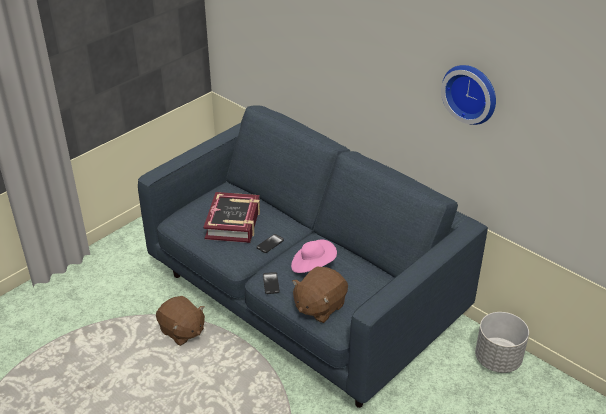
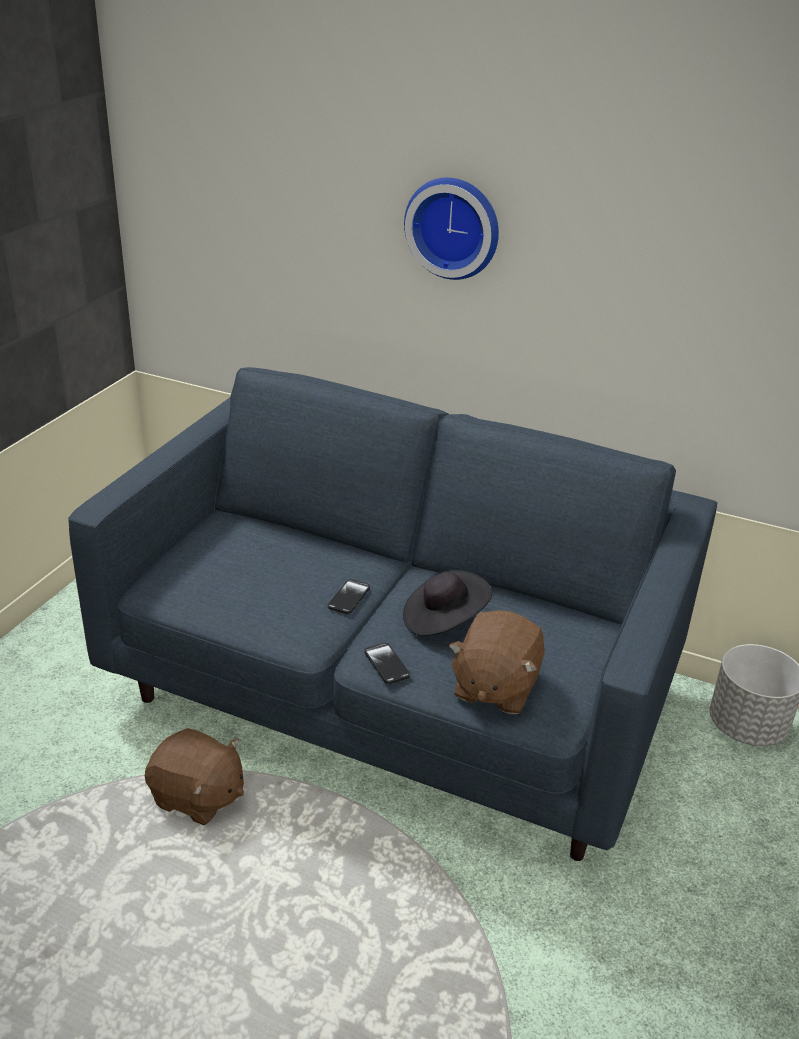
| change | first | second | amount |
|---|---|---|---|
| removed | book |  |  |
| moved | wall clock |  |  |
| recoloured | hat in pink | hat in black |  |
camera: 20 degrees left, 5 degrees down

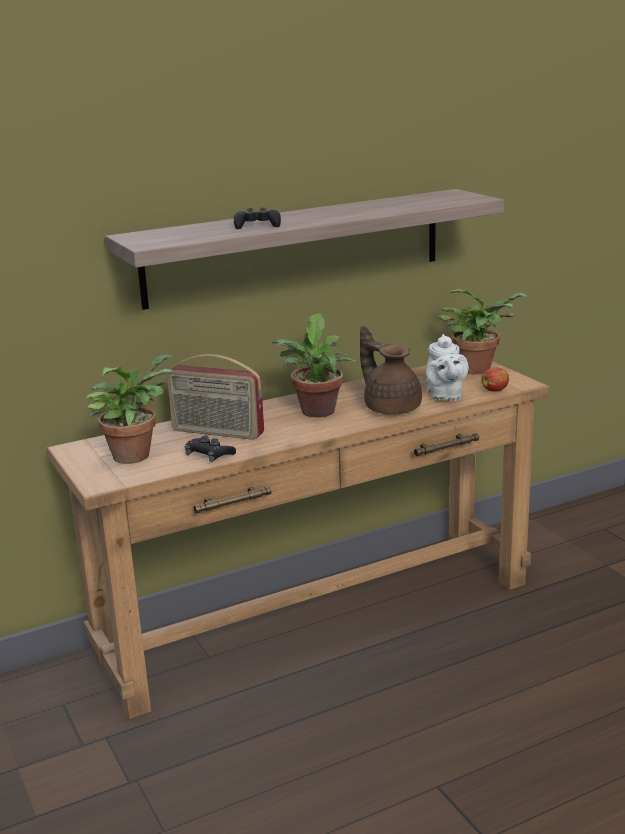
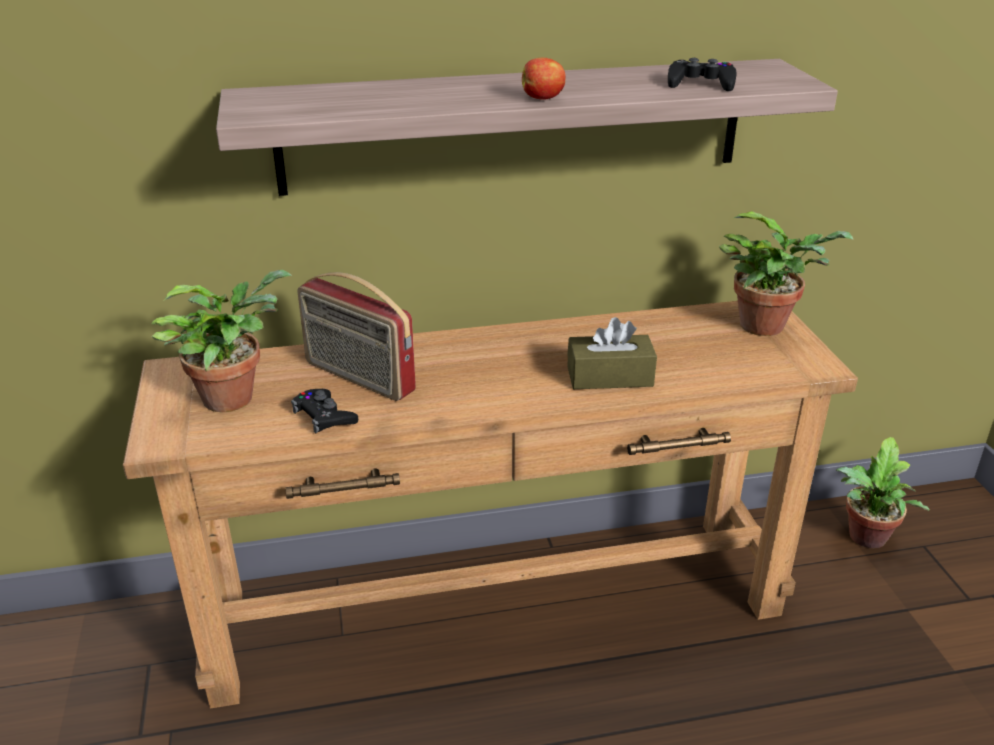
| change | first | second | amount |
|---|---|---|---|
| removed | teapot in white |  |  |
| moved | game controller in black (2nd from left) |  |  |
| moved | potted plant (2nd from left in the first image) | potted plant (3rd from left) |  |
| moved | apple |  |  |
| replaced | teapot in brown | tissue box in brown |  |
camera: 15 degrees right, 10 degrees up

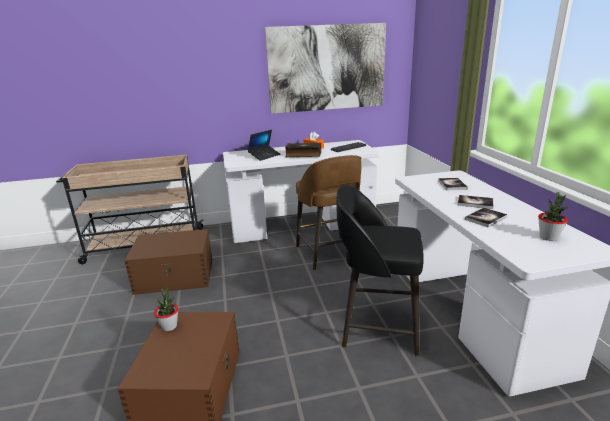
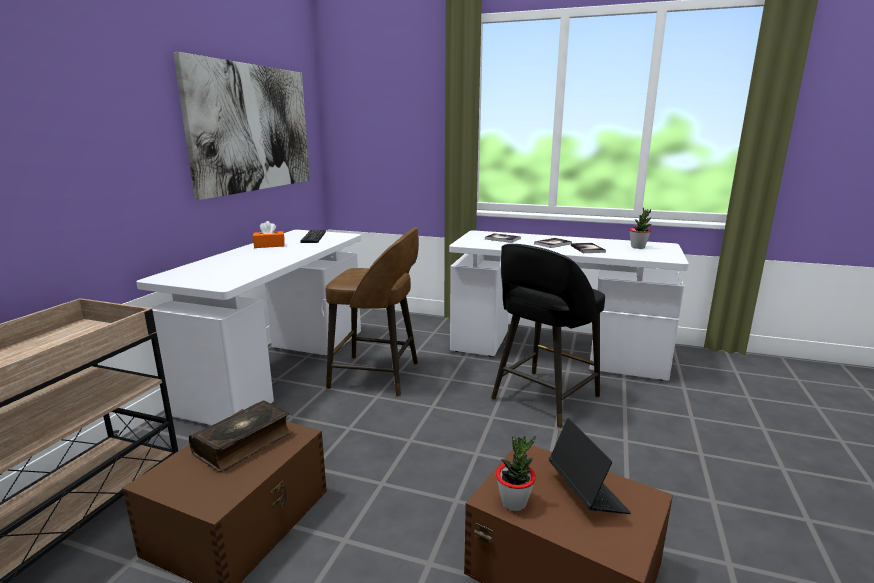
| change | first | second | amount |
|---|---|---|---|
| moved | laptop |  |  |
| moved | book (1st from left) |  |  |
camera: 60 degrees left, 5 degrees down

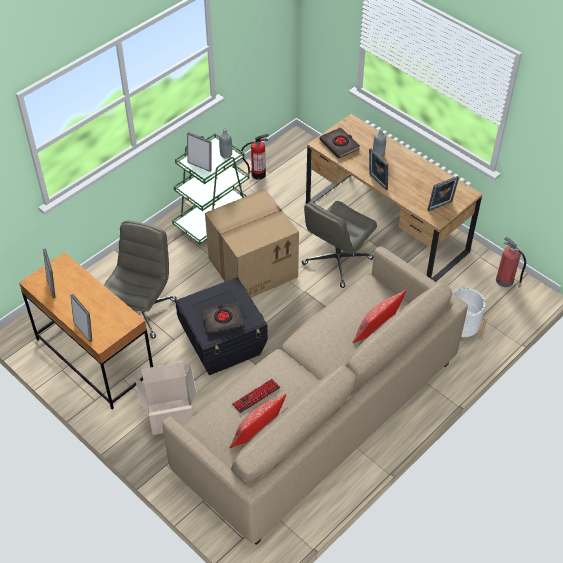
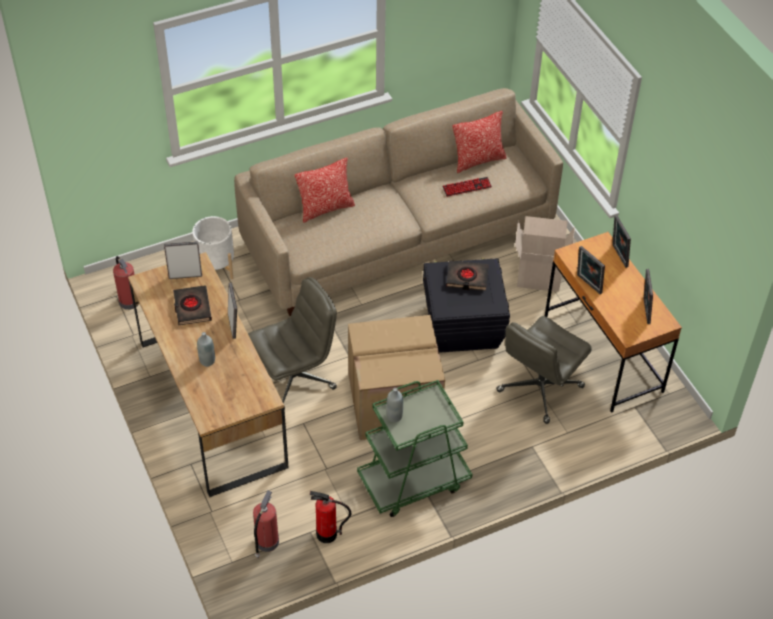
| change | first | second | amount |
|---|---|---|---|
| added |  | fire extinguisher (2nd from left) |  |
| moved | picture frame (3rd from left) |  |  |
| moved | book in black (2nd from left in the first image) | book in black (1st from left) |  |
camera: 160 degrees left, 0 degrees up

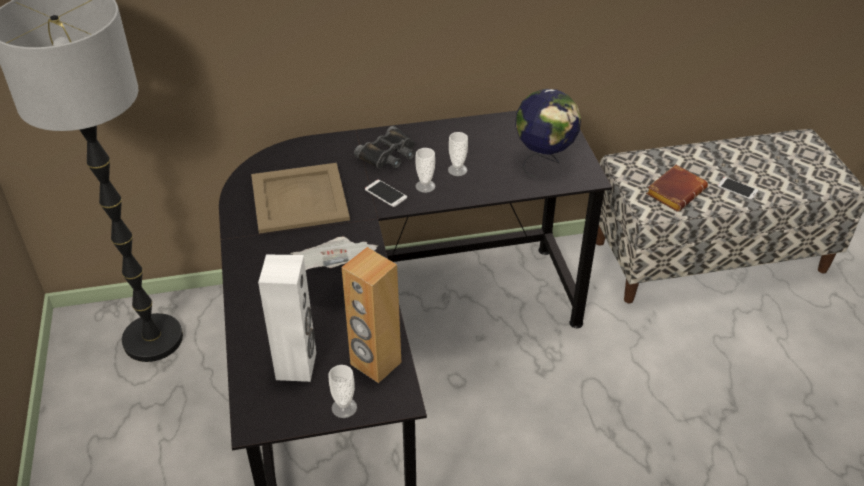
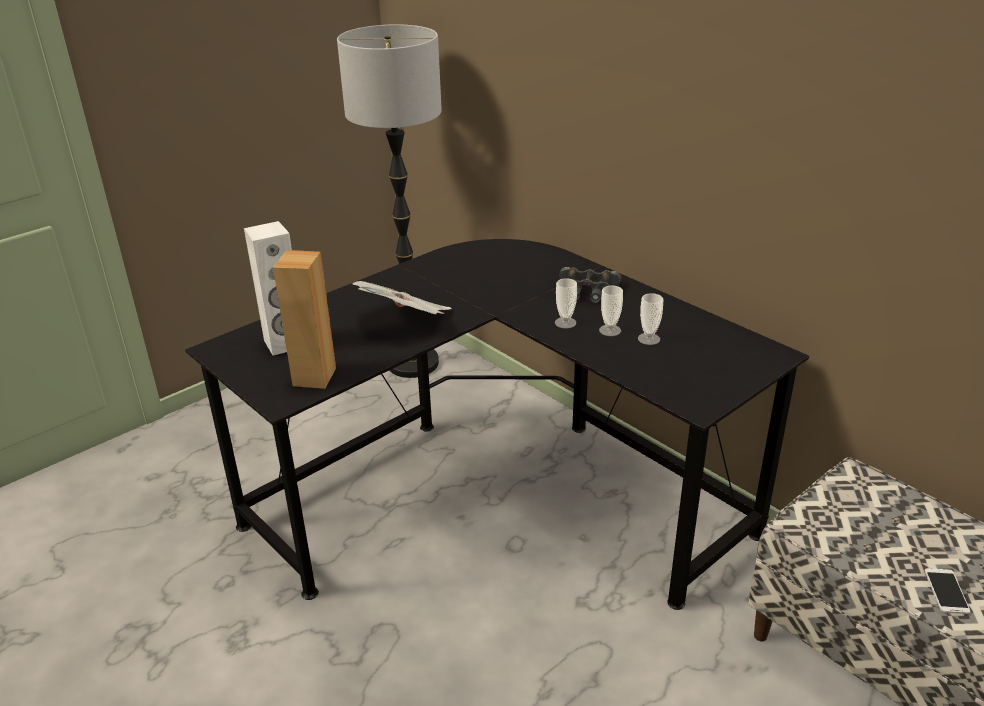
| change | first | second | amount |
|---|---|---|---|
| removed | tray in beige |  |  |
| removed | phone (1st from left) |  |  |
| removed | globe |  |  |
| removed | book in brown |  |  |
| moved | cup (1st from left in the first image) | cup (3rd from left) |  |
camera: 60 degrees right, 10 degrees down

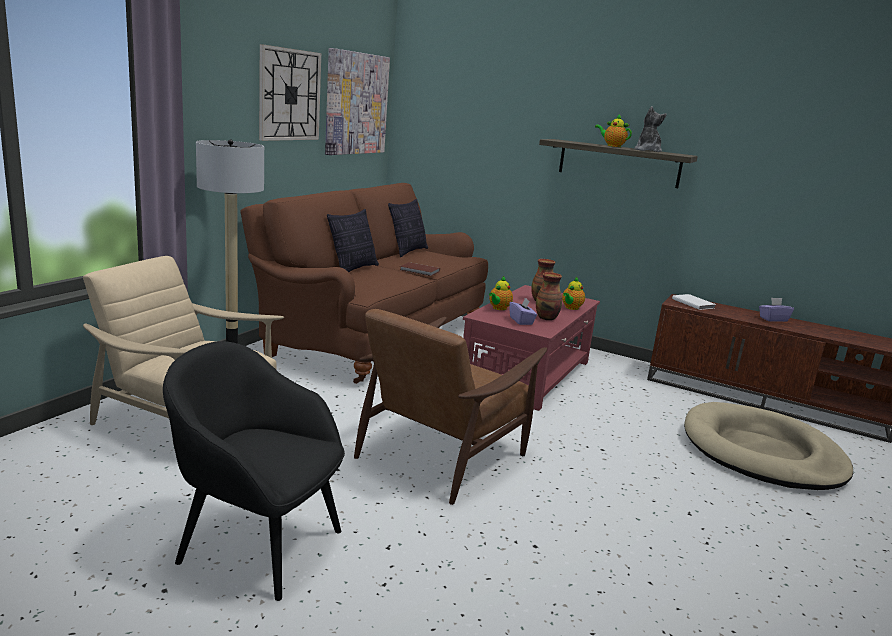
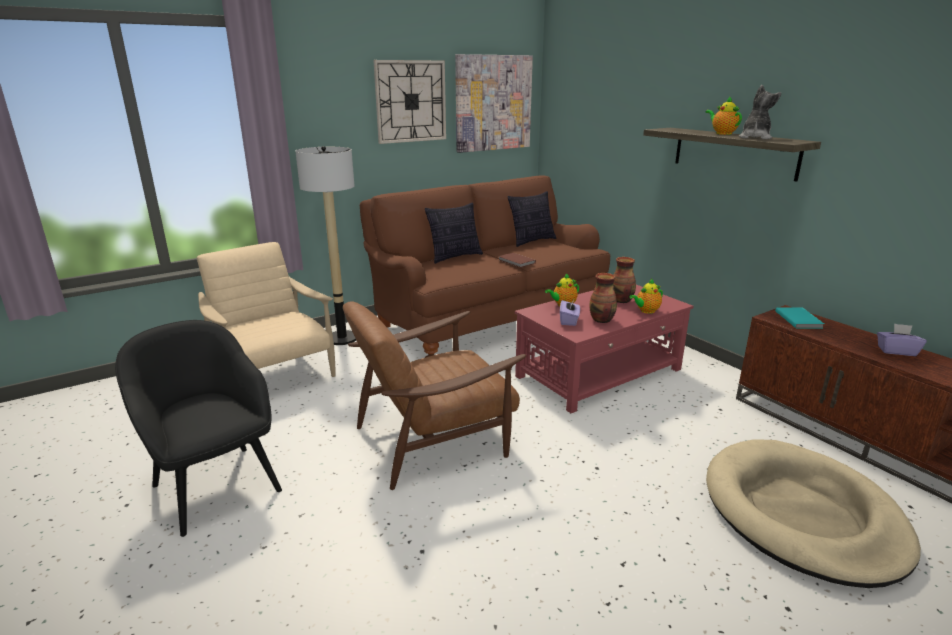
| change | first | second | amount |
|---|---|---|---|
| recoloured | book in white | book in turquoise |  |
camera: 30 degrees right, 5 degrees up

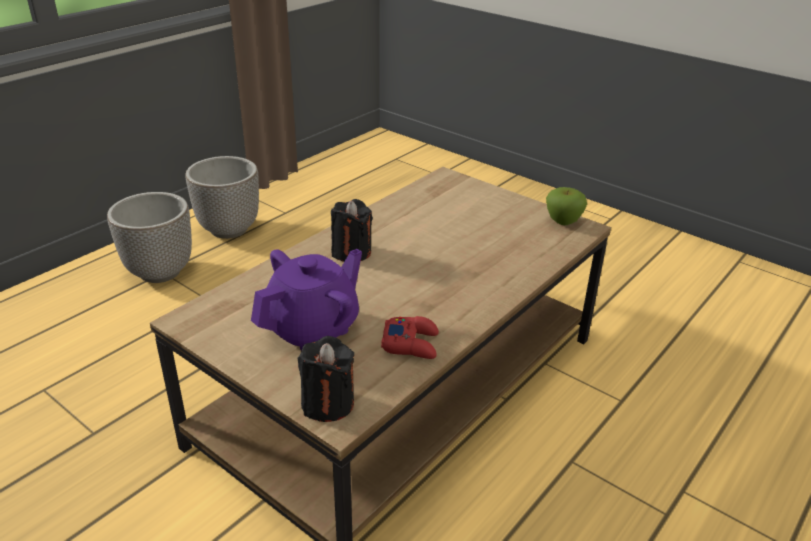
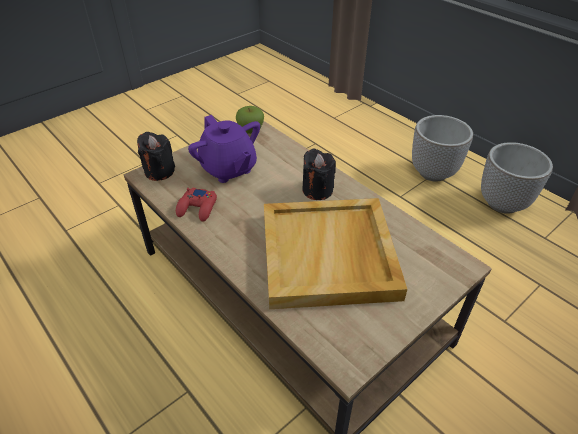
| change | first | second | amount |
|---|---|---|---|
| added |  | tray in beige |  |
| moved | apple |  |  |
camera: 100 degrees right, 10 degrees up

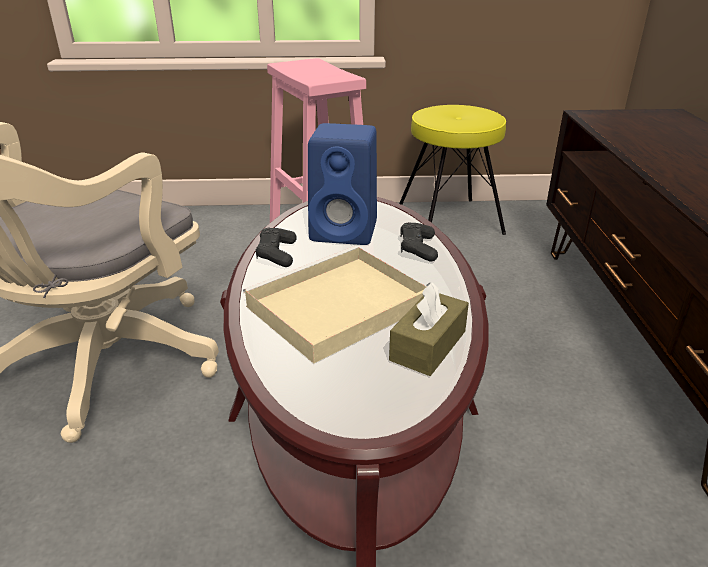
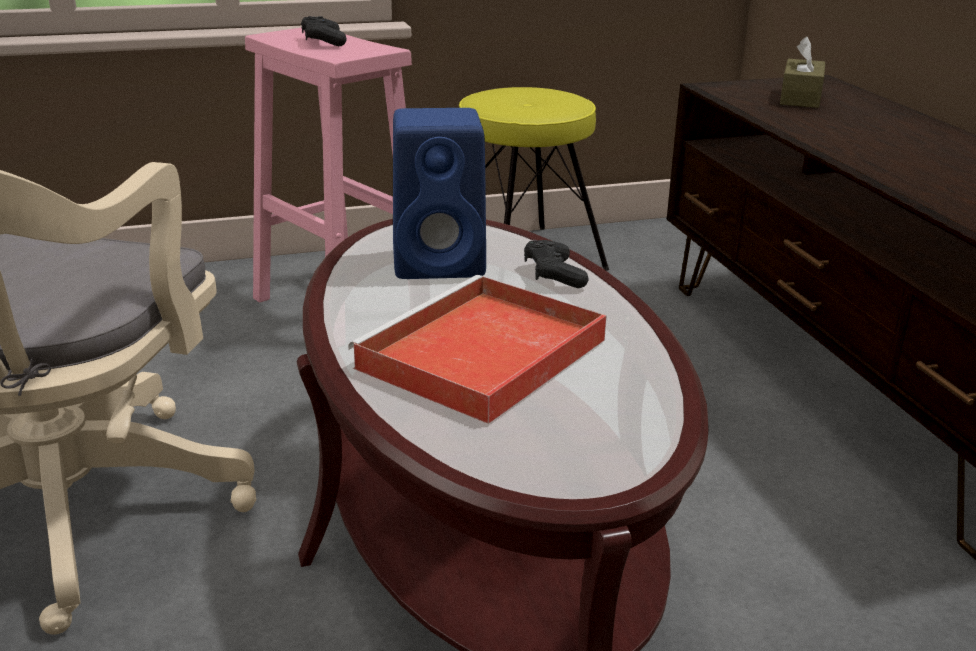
| change | first | second | amount |
|---|---|---|---|
| moved | game controller in black (1st from left) |  |  |
| moved | tissue box in brown |  |  |
| recoloured | tray in beige | tray in red |  |
camera: 15 degrees left, 5 degrees down

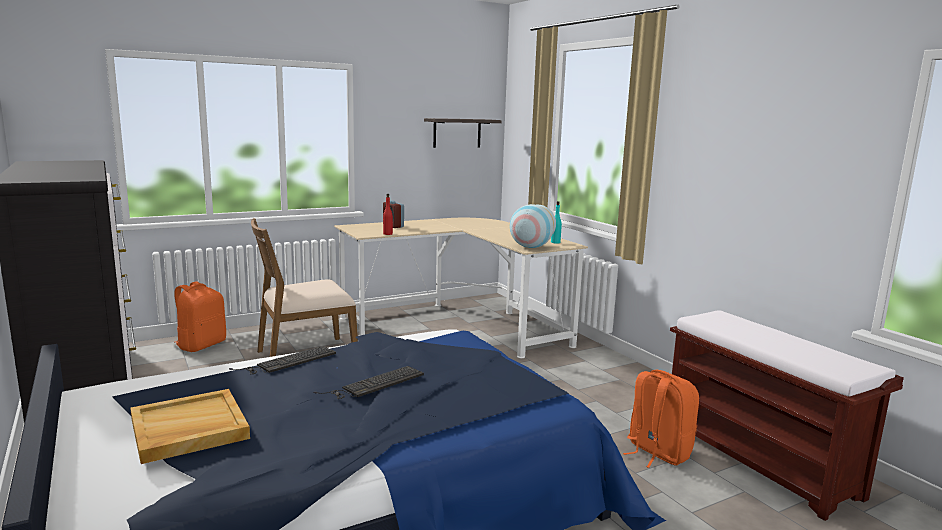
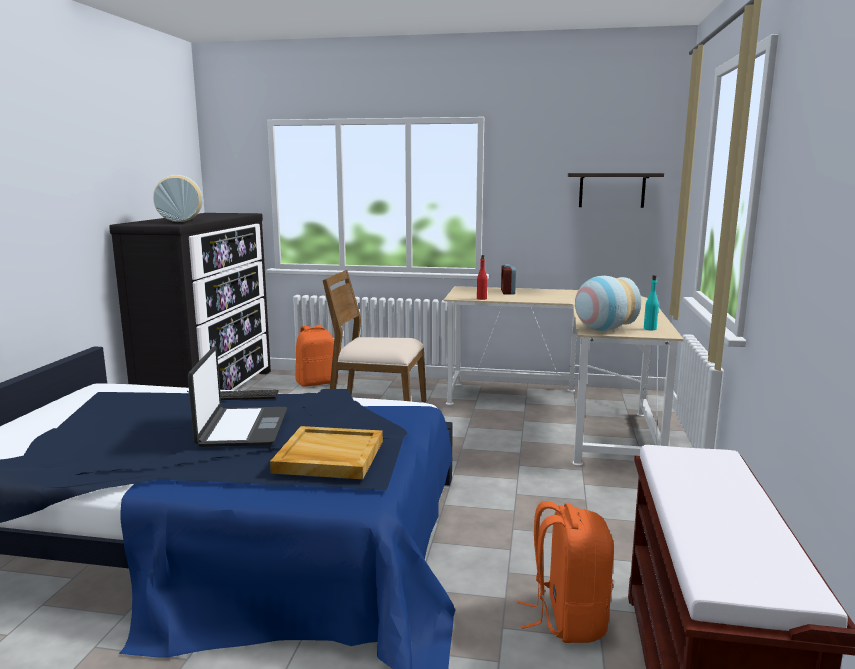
| change | first | second | amount |
|---|---|---|---|
| added |  | vase (1st from left) |  |
| moved | tray in beige |  |  |
| replaced | keyboard (2nd from left) | laptop |  |
camera: 40 degrees right, 0 degrees up

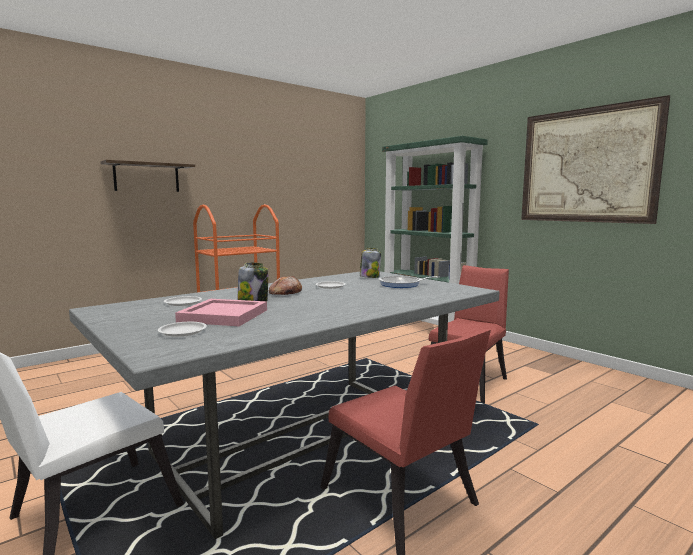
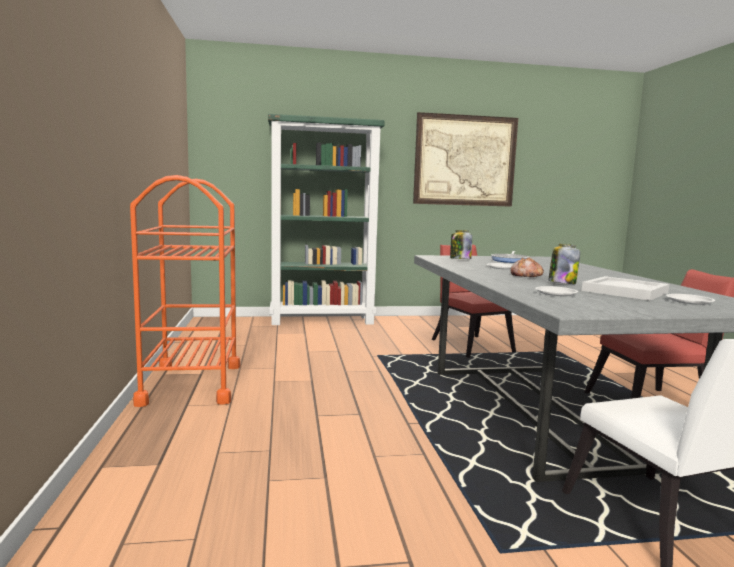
| change | first | second | amount |
|---|---|---|---|
| removed | shelf |  |  |
| recoloured | tray in pink | tray in white |  |
camera: 60 degrees left, 0 degrees up

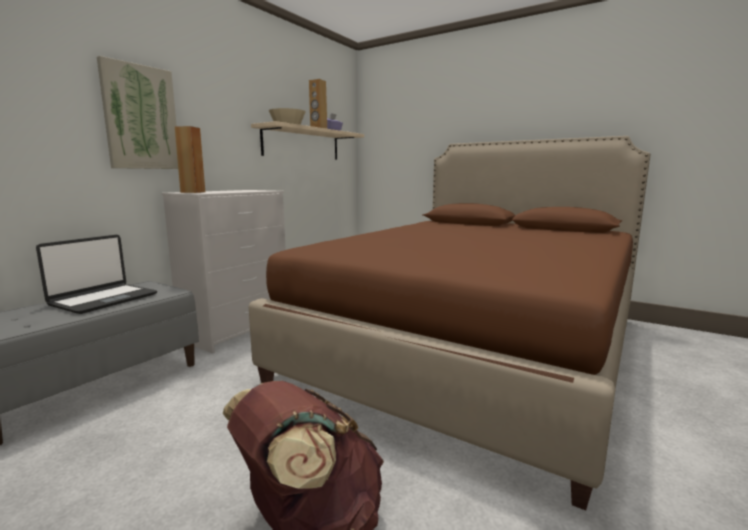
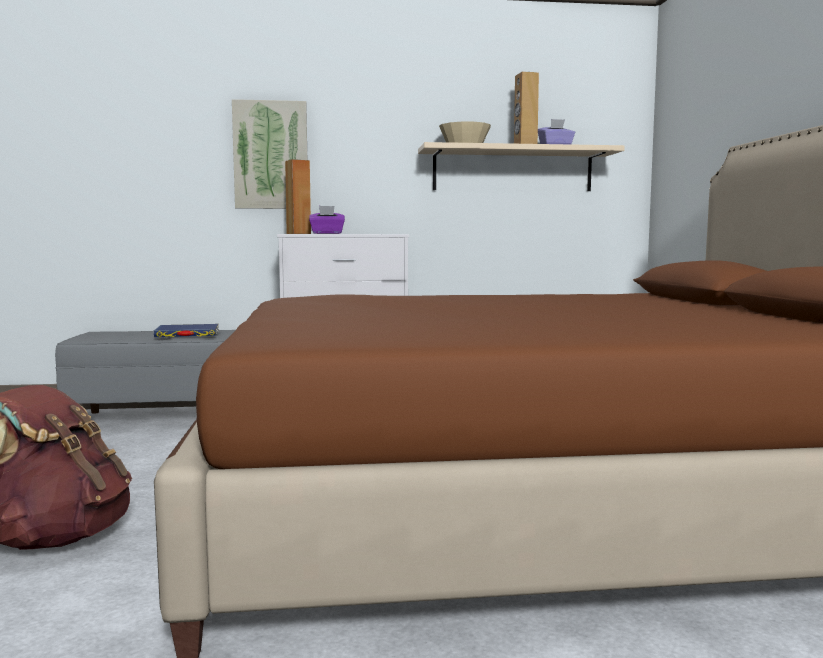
| change | first | second | amount |
|---|---|---|---|
| added |  | tissue box in purple (1st from left) |  |
| replaced | laptop | book in blue |  |
camera: 50 degrees right, 5 degrees down

